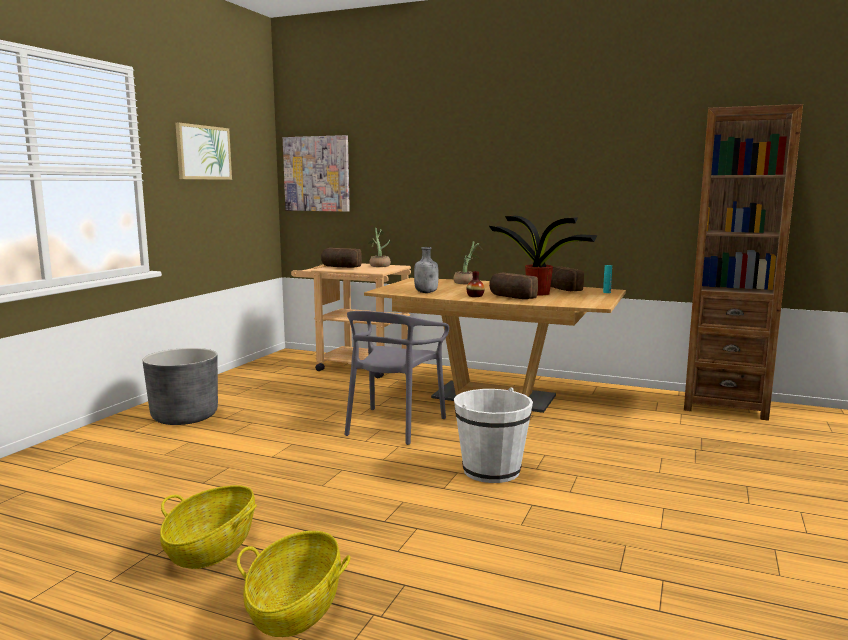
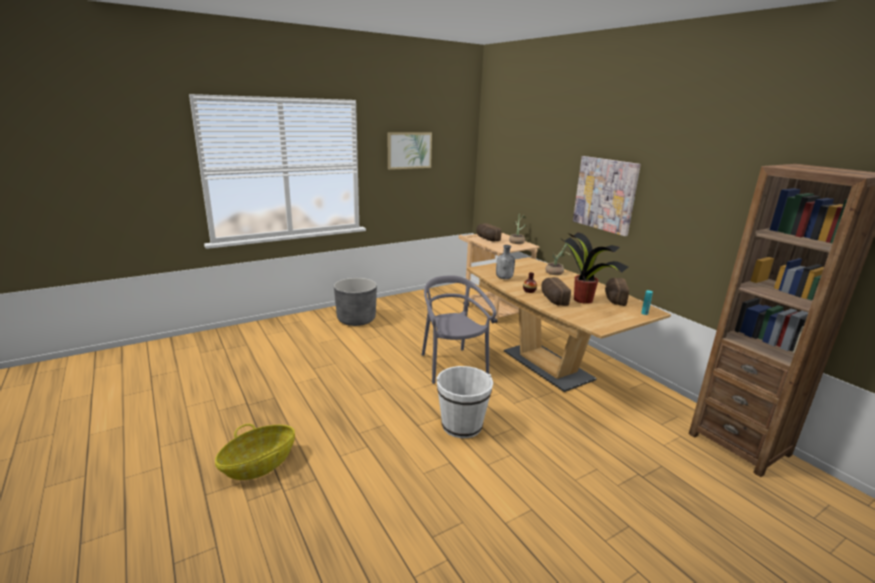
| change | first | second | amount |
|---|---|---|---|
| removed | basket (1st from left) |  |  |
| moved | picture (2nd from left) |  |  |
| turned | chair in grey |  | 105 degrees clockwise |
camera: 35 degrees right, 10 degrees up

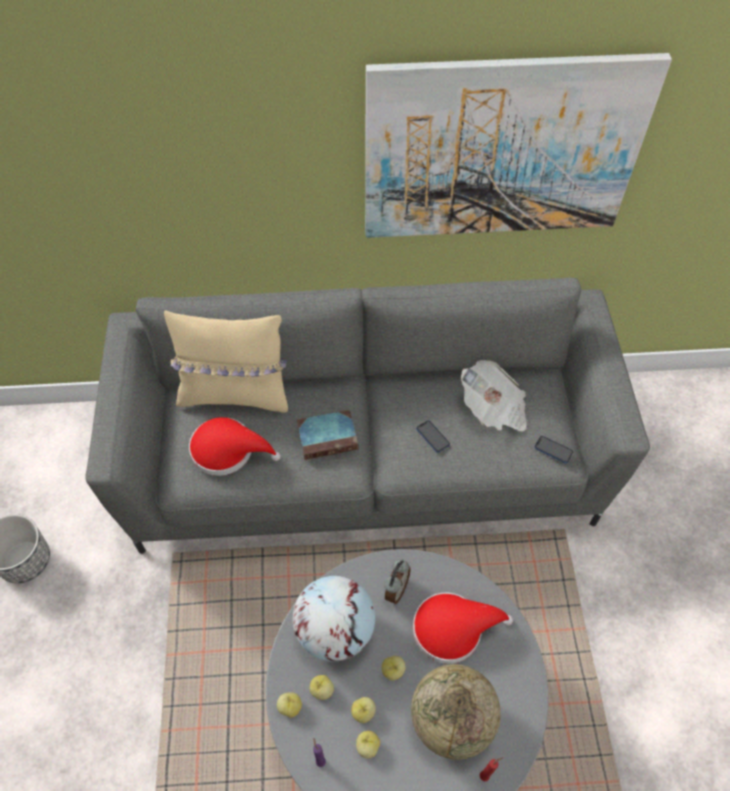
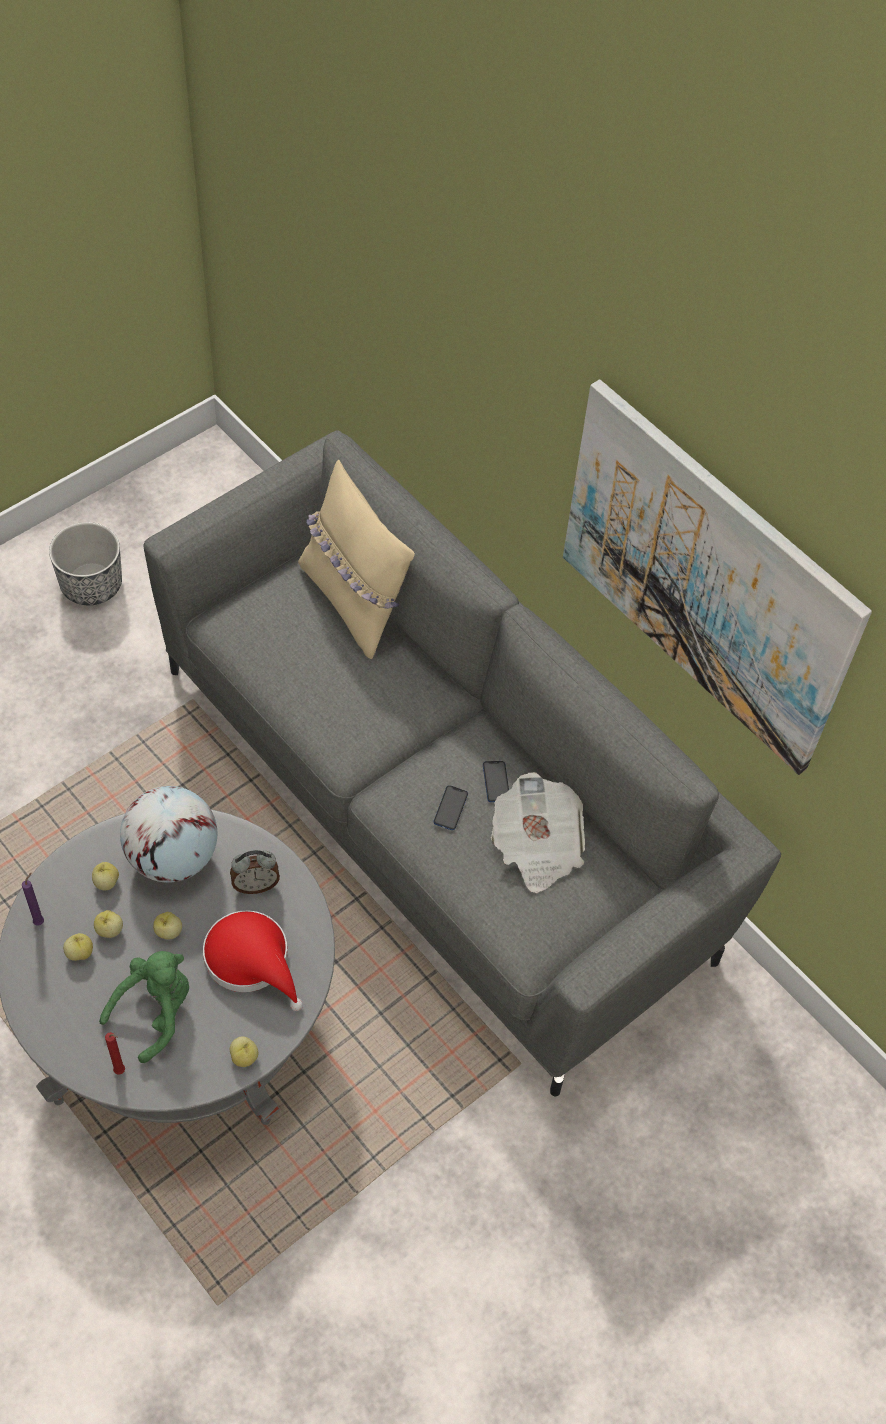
| change | first | second | amount |
|---|---|---|---|
| removed | hat in red (1st from left) |  |  |
| removed | book |  |  |
| moved | apple (1st from left in the first image) | apple (5th from left) |  |
| moved | phone (2nd from left) |  |  |
| replaced | globe (2nd from left) | plush toy in green |  |
camera: 50 degrees right, 0 degrees up

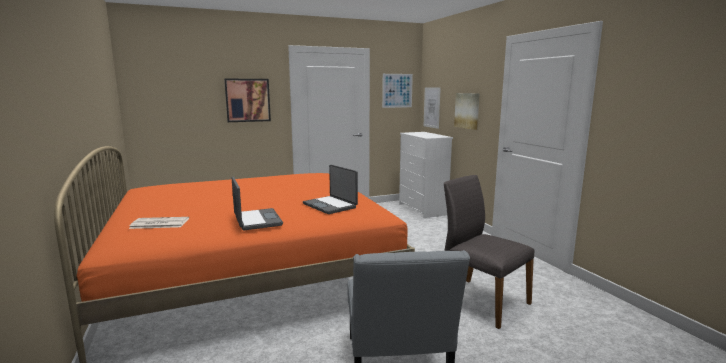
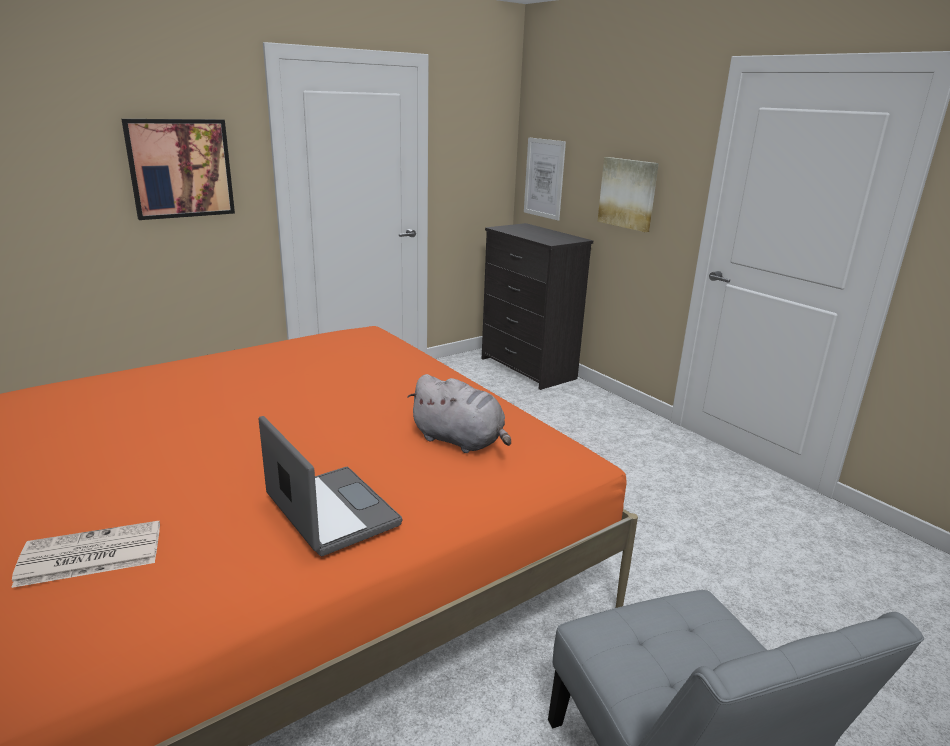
| change | first | second | amount |
|---|---|---|---|
| removed | picture (2nd from left) |  |  |
| removed | chair in grey (2nd from left) |  |  |
| replaced | laptop (2nd from left) | plush toy in grey |  |
| recoloured | dresser in white | dresser in black |  |
camera: 15 degrees left, 10 degrees up

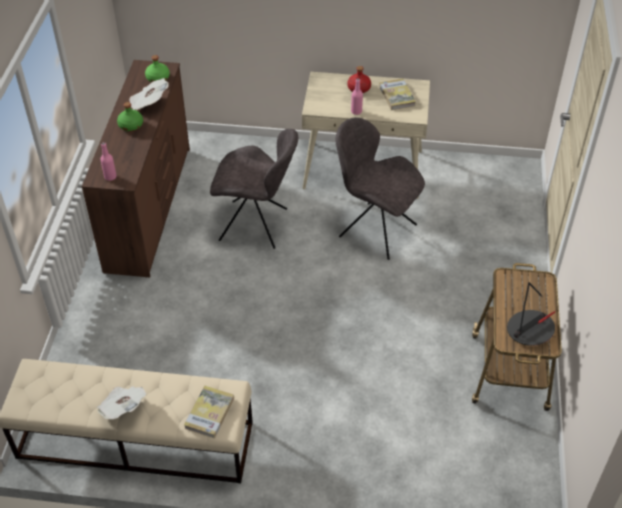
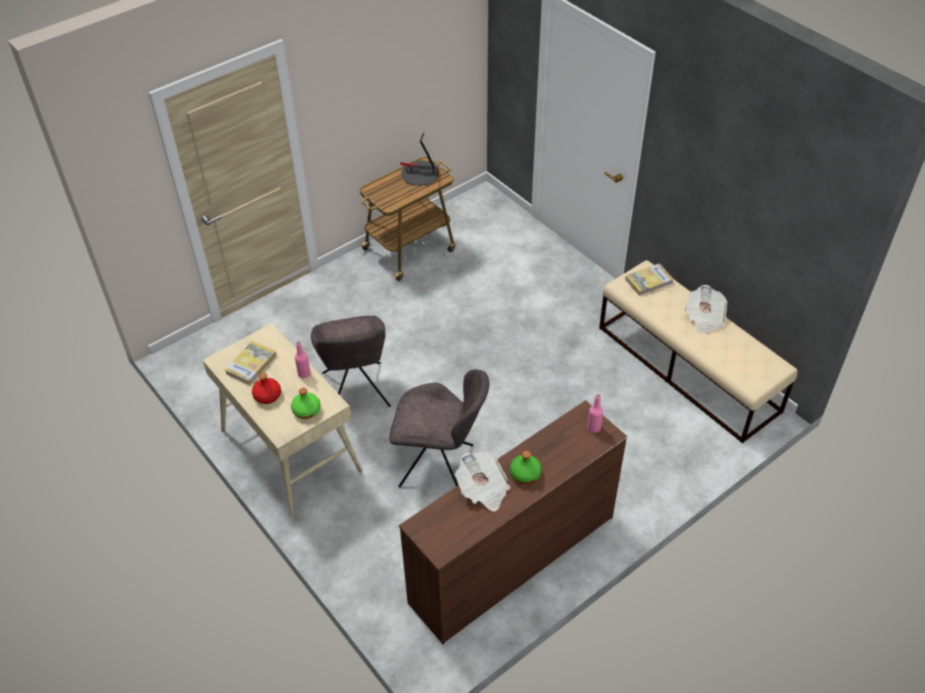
| change | first | second | amount |
|---|---|---|---|
| moved | bottle in green (2nd from left in the first image) | bottle in green (1st from left) |  |
| turned | chair in grey (1st from left in the first image) | chair in grey (2nd from left) | 135 degrees clockwise |
camera: 135 degrees left, 0 degrees up

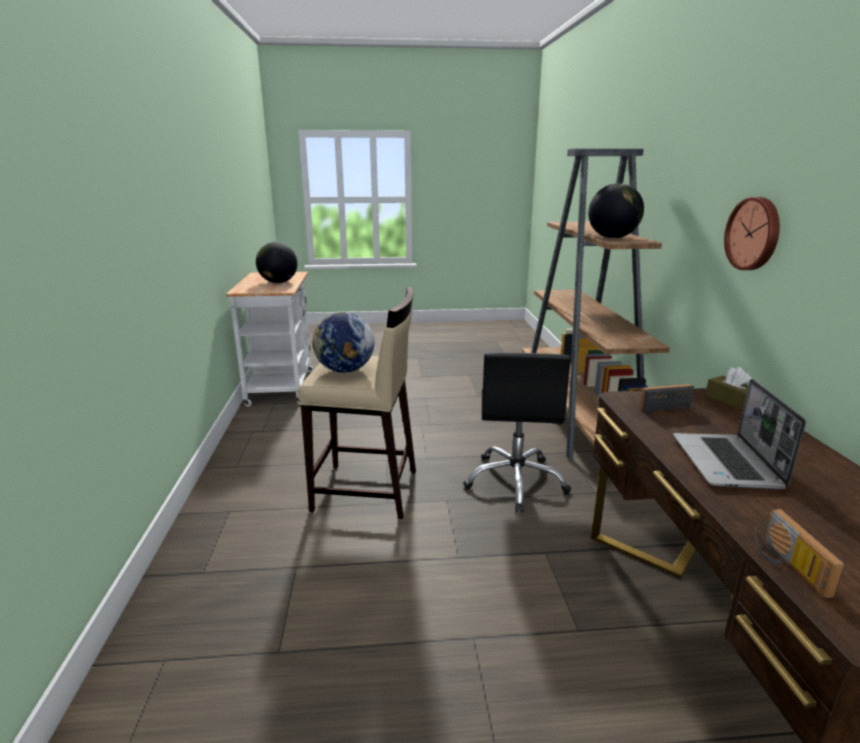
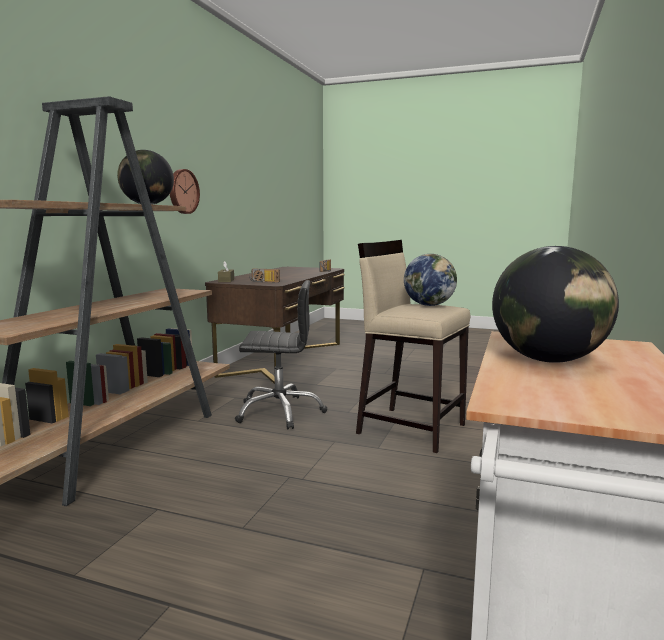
| change | first | second | amount |
|---|---|---|---|
| removed | laptop |  |  |
| turned | office chair in black |  | 60 degrees clockwise |
camera: 155 degrees left, 10 degrees down

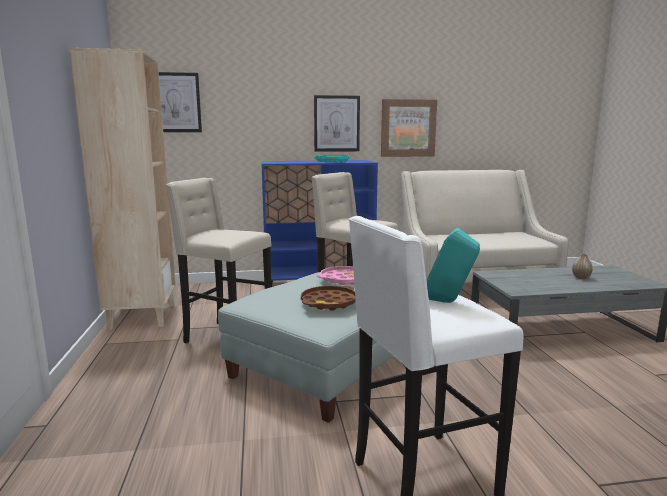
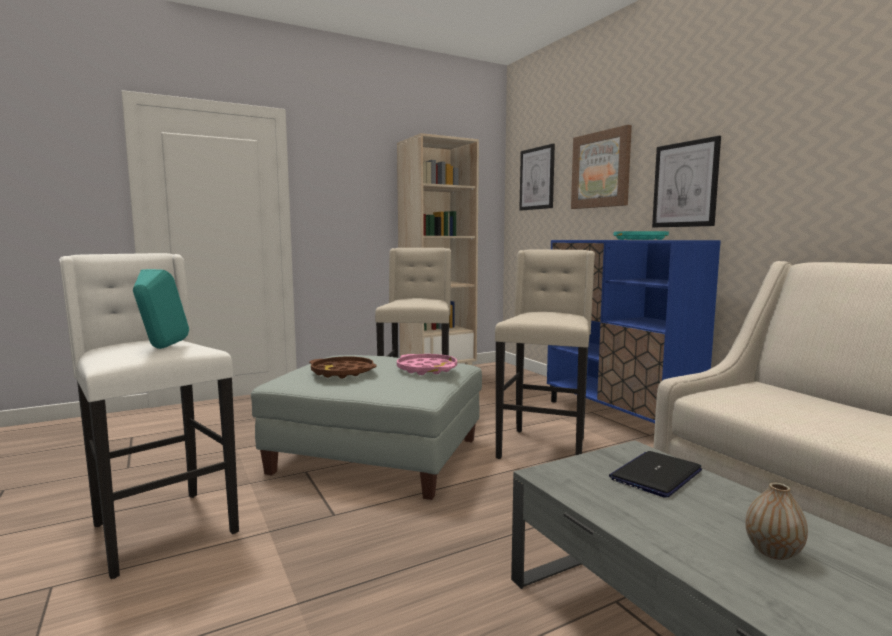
| change | first | second | amount |
|---|---|---|---|
| added |  | laptop |  |
| moved | picture (3rd from left in the first image) | picture (2nd from left) |  |
camera: 70 degrees right, 5 degrees down

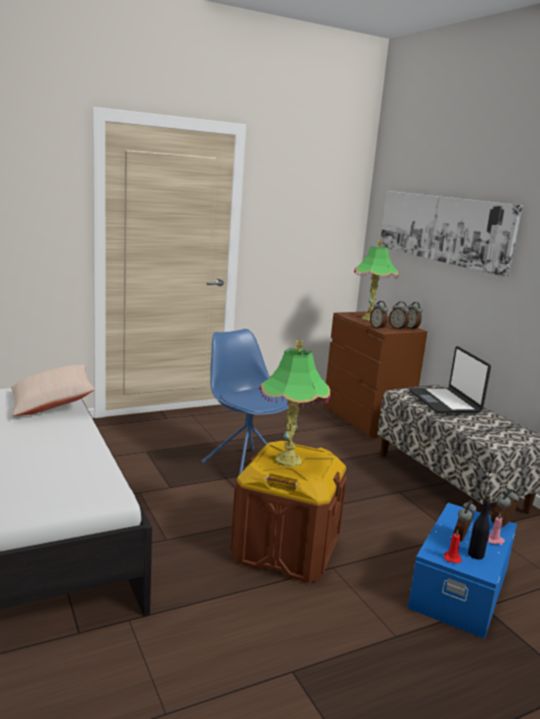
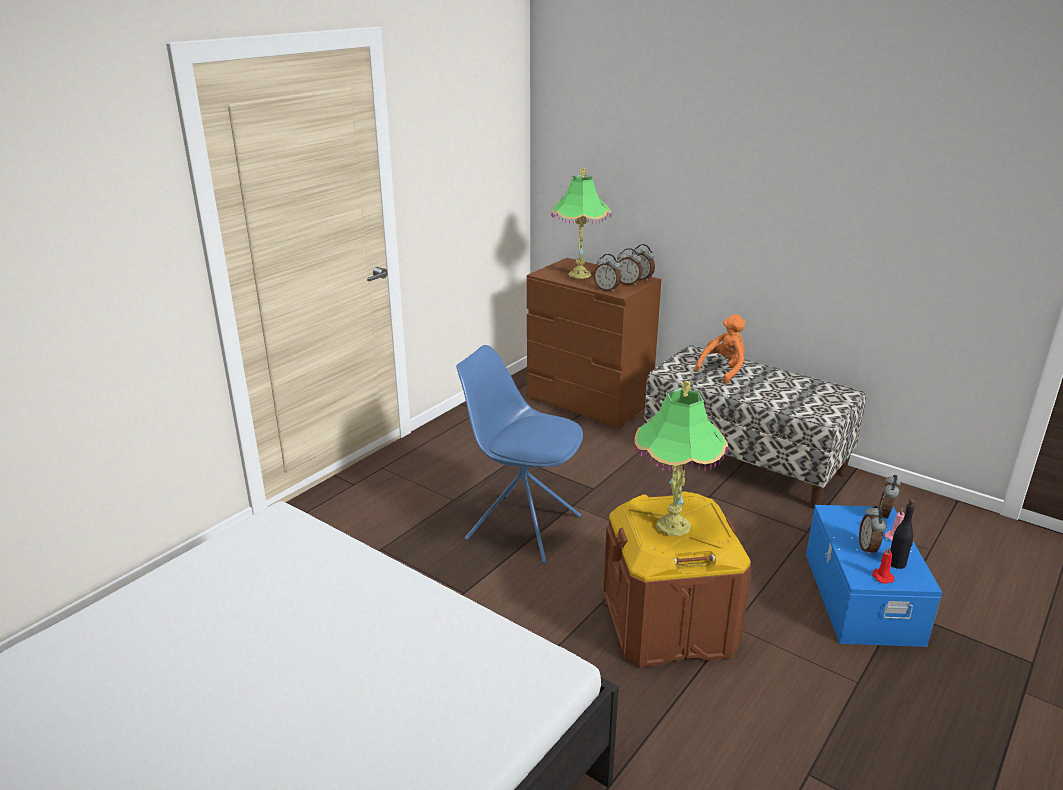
| change | first | second | amount |
|---|---|---|---|
| removed | pillow in beige |  |  |
| removed | picture |  |  |
| replaced | laptop | plush toy in orange |  |
camera: 25 degrees left, 10 degrees up

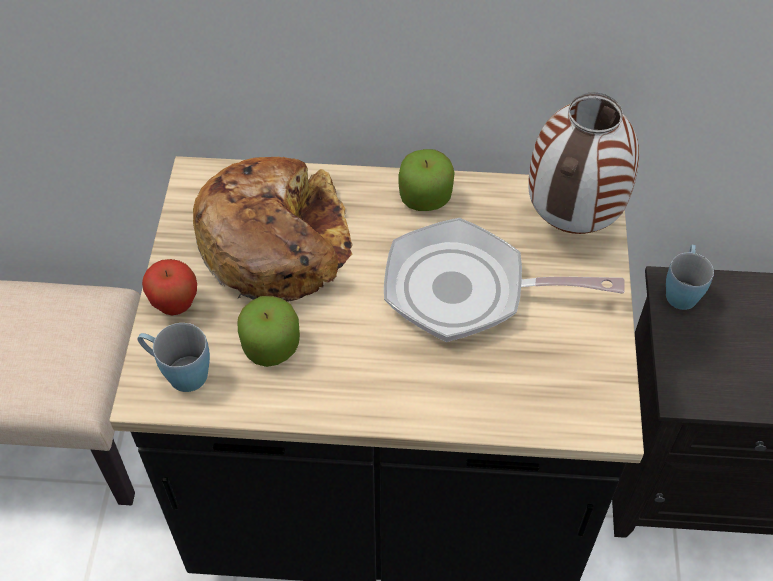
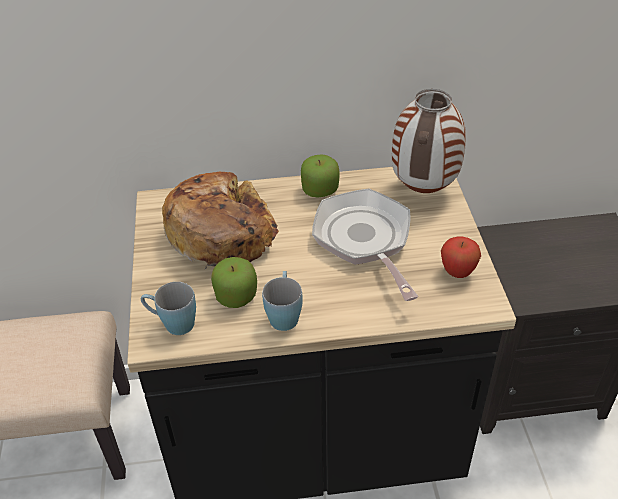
| change | first | second | amount |
|---|---|---|---|
| moved | apple (1st from left in the first image) | apple (3rd from left) |  |
| moved | mug in blue (2nd from left) |  |  |
| turned | frying pan |  | 75 degrees clockwise |
camera: 10 degrees left, 10 degrees down

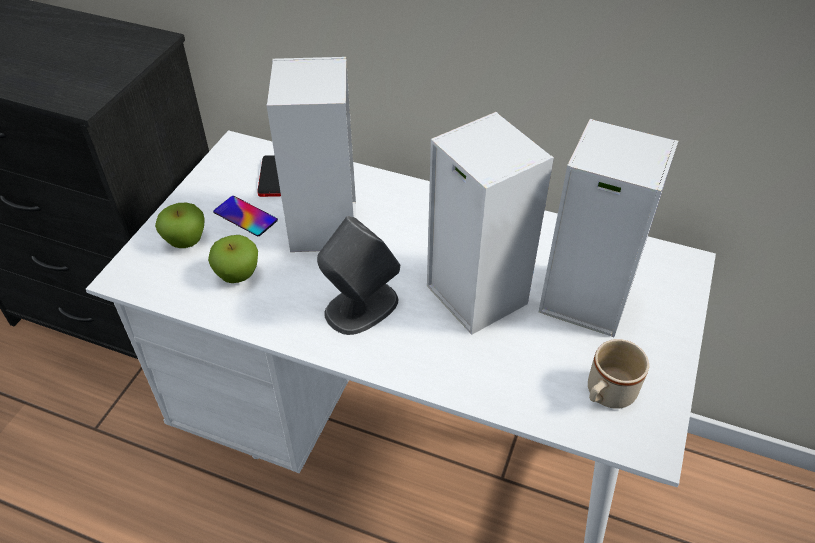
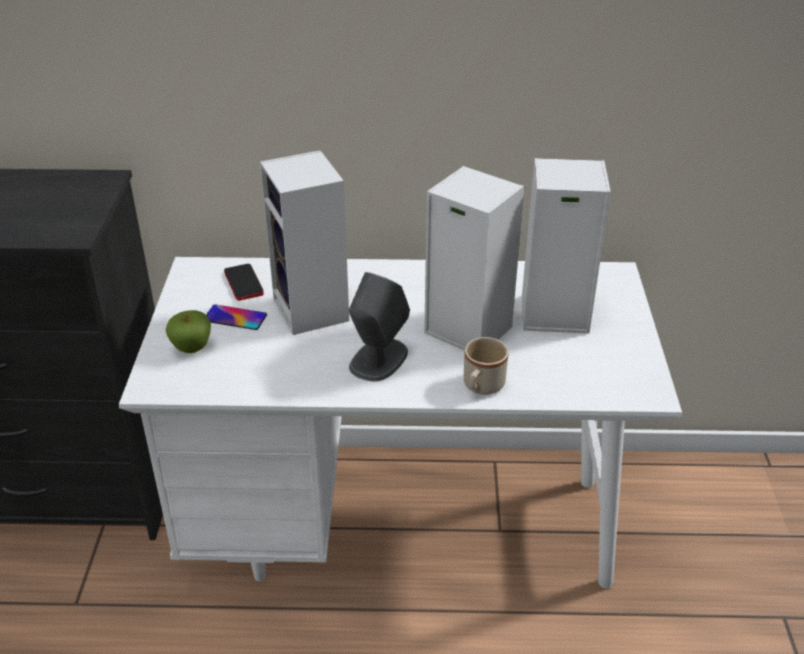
| change | first | second | amount |
|---|---|---|---|
| removed | apple (2nd from left) |  |  |
| moved | mug in beige |  |  |
camera: 20 degrees left, 10 degrees down

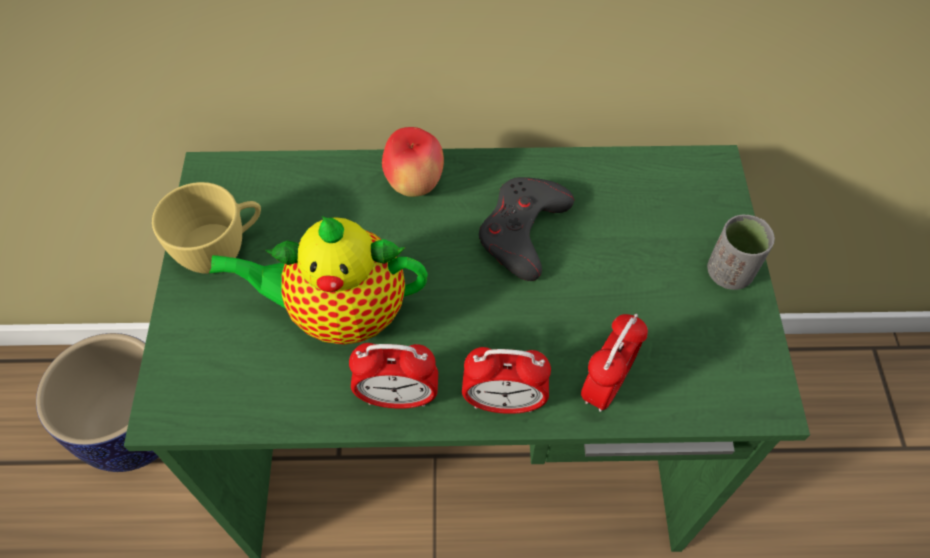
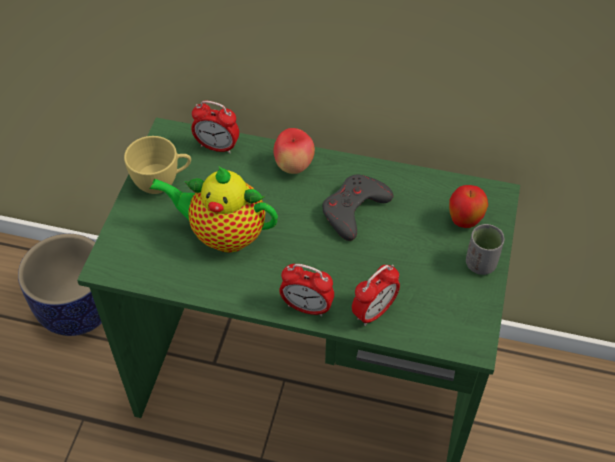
| change | first | second | amount |
|---|---|---|---|
| added |  | apple (2nd from left) |  |
| moved | alarm clock (1st from left) |  |  |
camera: 15 degrees right, 5 degrees down

